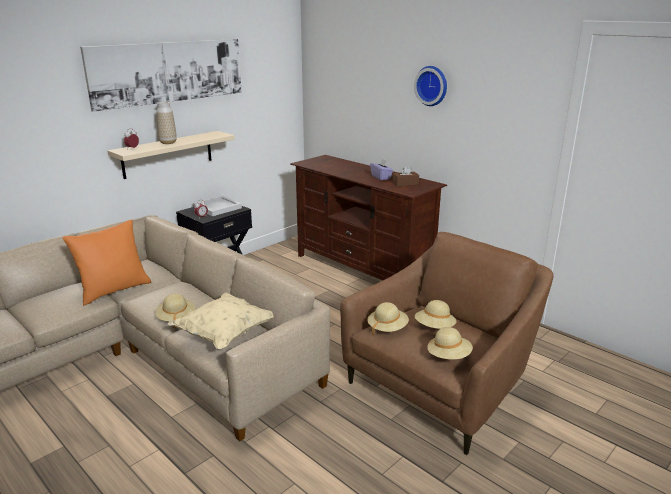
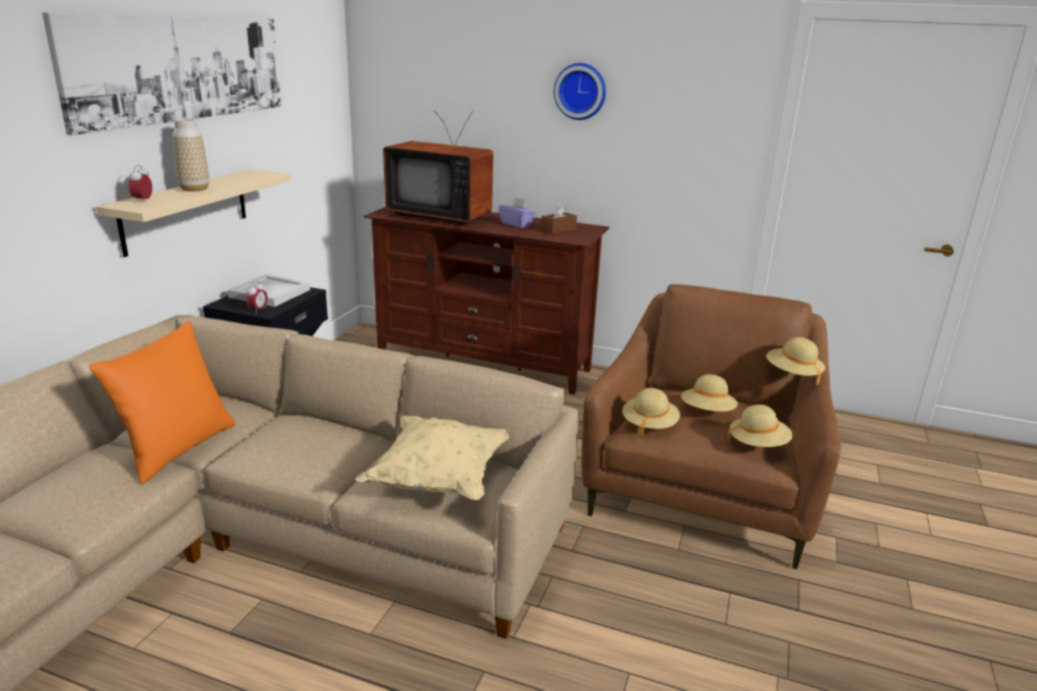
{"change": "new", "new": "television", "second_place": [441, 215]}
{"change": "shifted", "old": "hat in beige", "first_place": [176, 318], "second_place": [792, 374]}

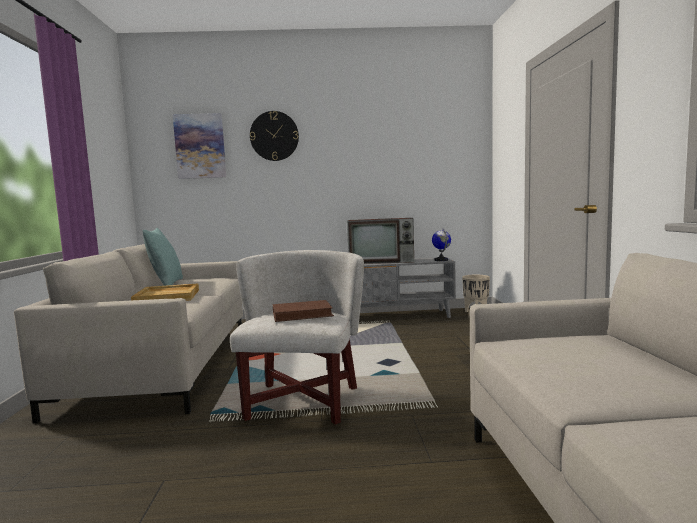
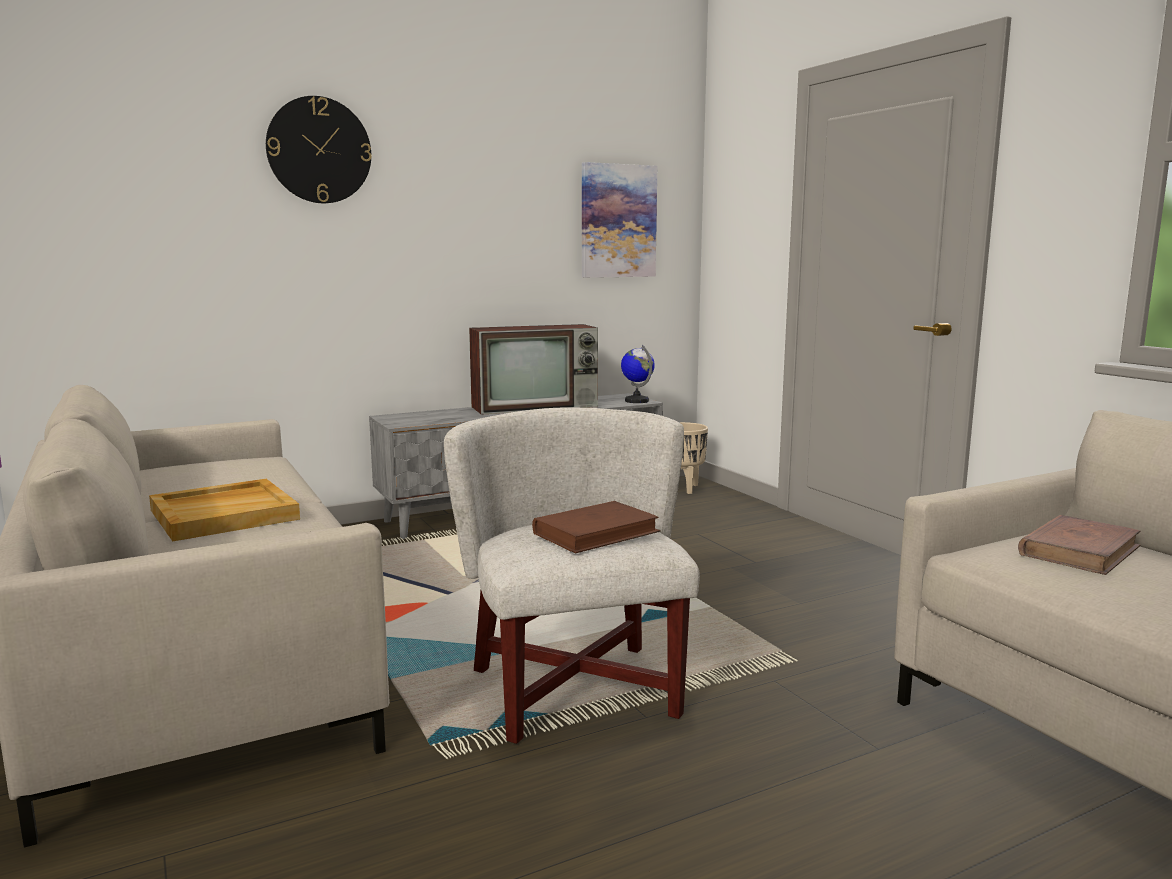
{"change": "gone", "old": "pillow in turquoise", "first_place": [166, 285]}
{"change": "new", "new": "book in brown", "second_place": [1079, 550]}
{"change": "shifted", "old": "picture", "first_place": [200, 146], "second_place": [618, 221]}

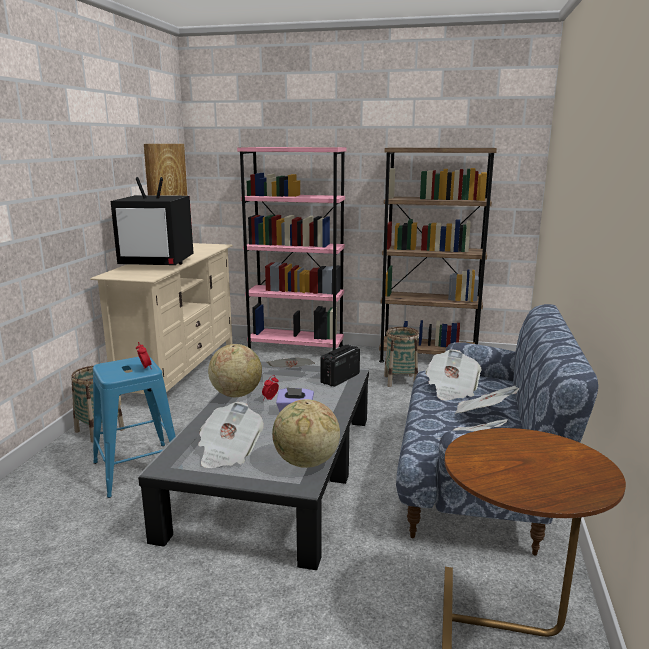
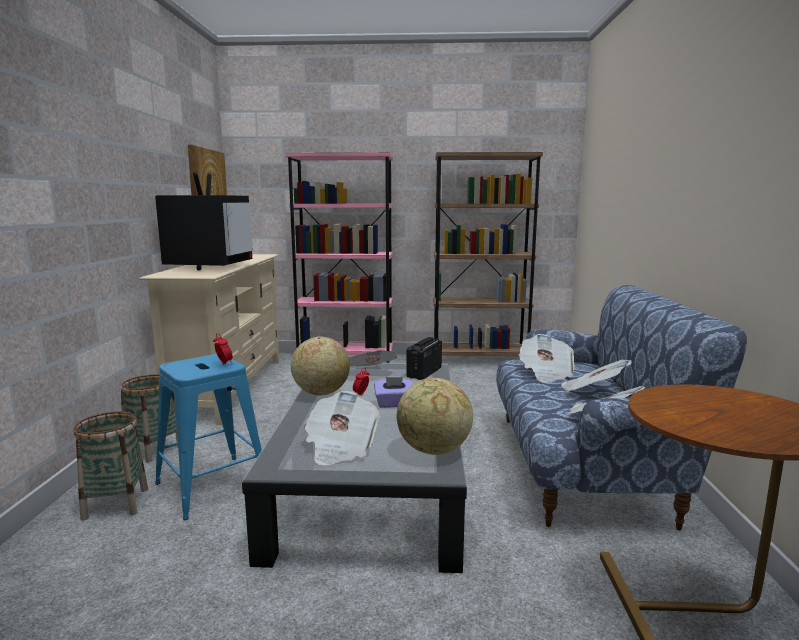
{"change": "shifted", "old": "basket", "first_place": [400, 381], "second_place": [116, 503]}
{"change": "rotated", "old": "television", "first_place": [158, 263], "second_place": [210, 266], "degrees": -75}

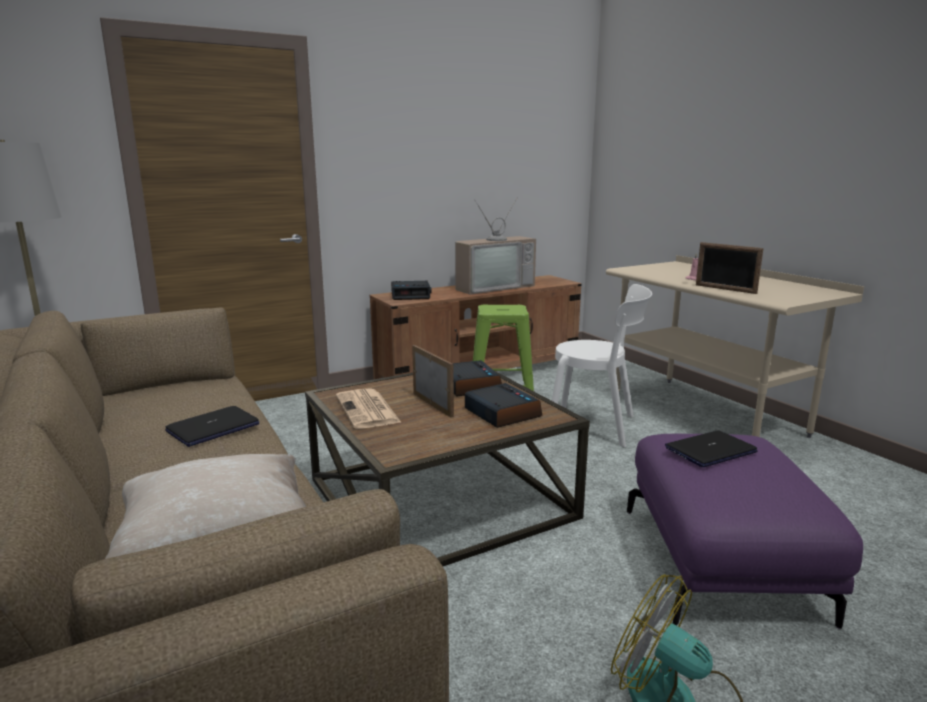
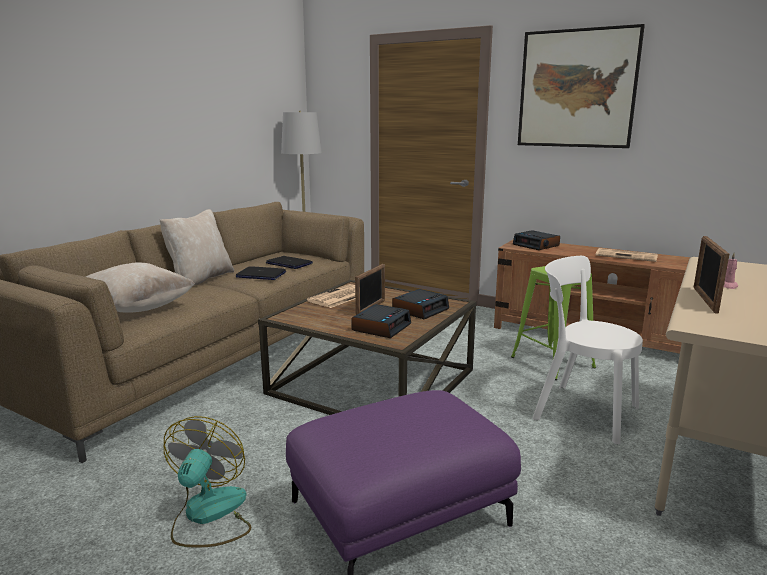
{"change": "new", "new": "pillow in beige", "second_place": [200, 279]}
{"change": "new", "new": "picture", "second_place": [577, 89]}
{"change": "shifted", "old": "laptop", "first_place": [710, 450], "second_place": [289, 263]}
{"change": "swapped", "old": "television", "new": "newspaper", "first_place": [492, 287], "second_place": [627, 256]}
{"change": "rotated", "old": "chair in white", "first_place": [596, 426], "second_place": [580, 411], "degrees": 135}

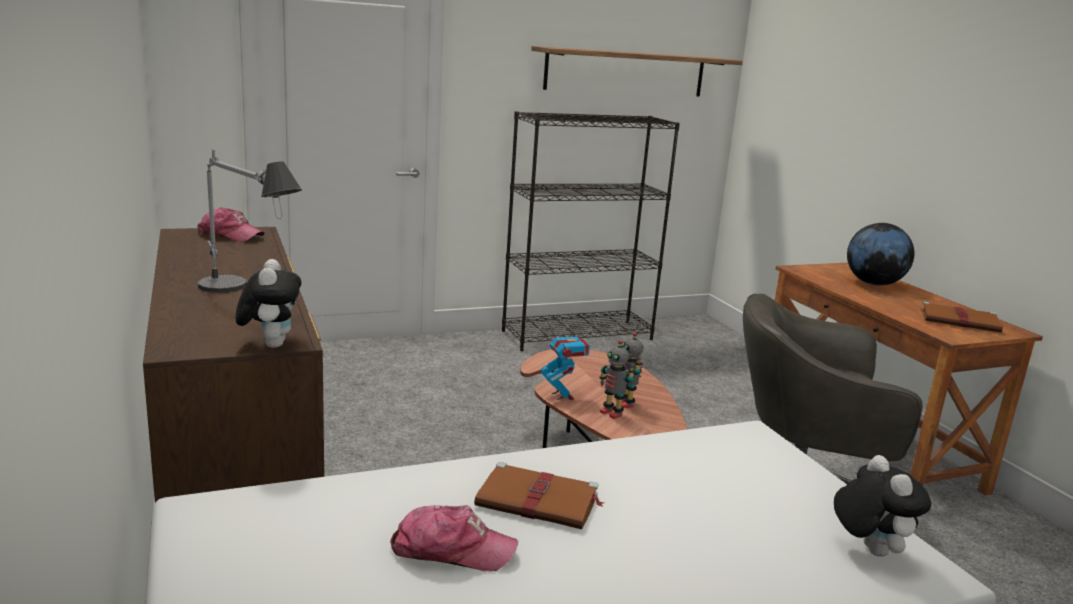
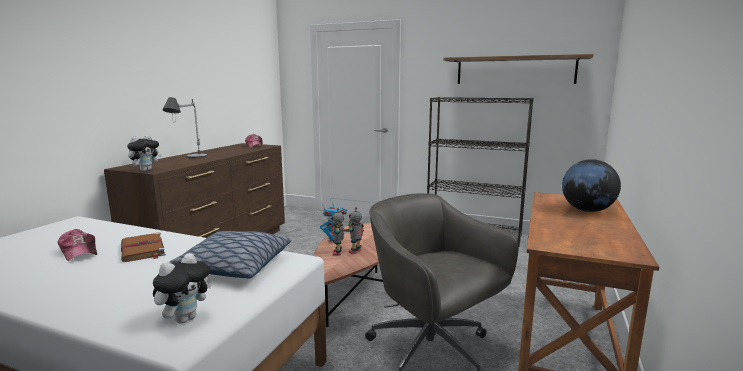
{"change": "gone", "old": "book in brown", "first_place": [961, 321]}
{"change": "new", "new": "pillow", "second_place": [232, 267]}

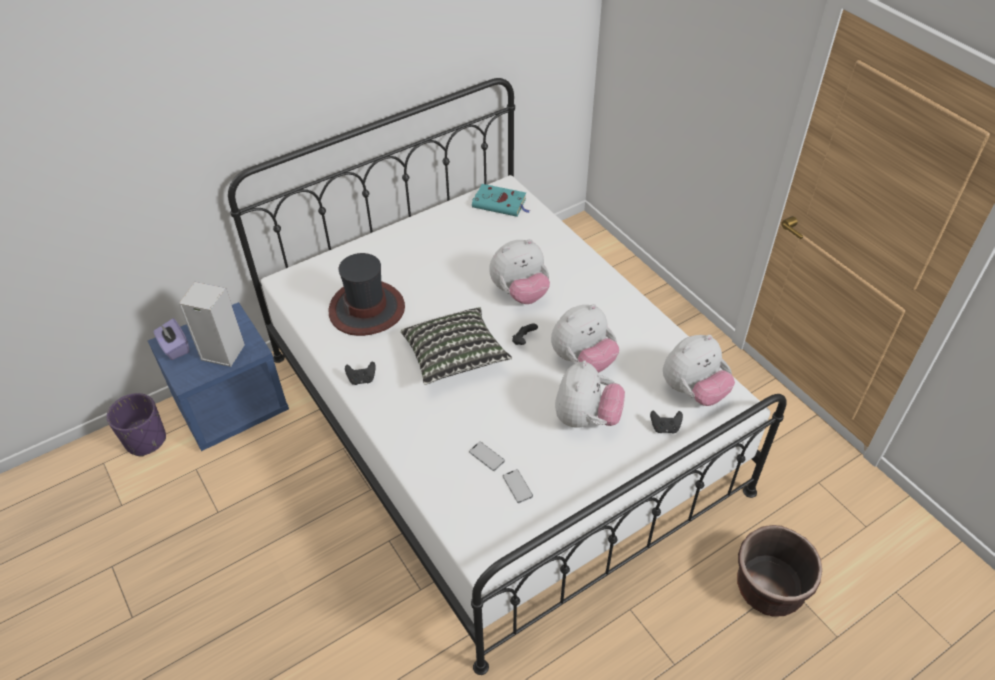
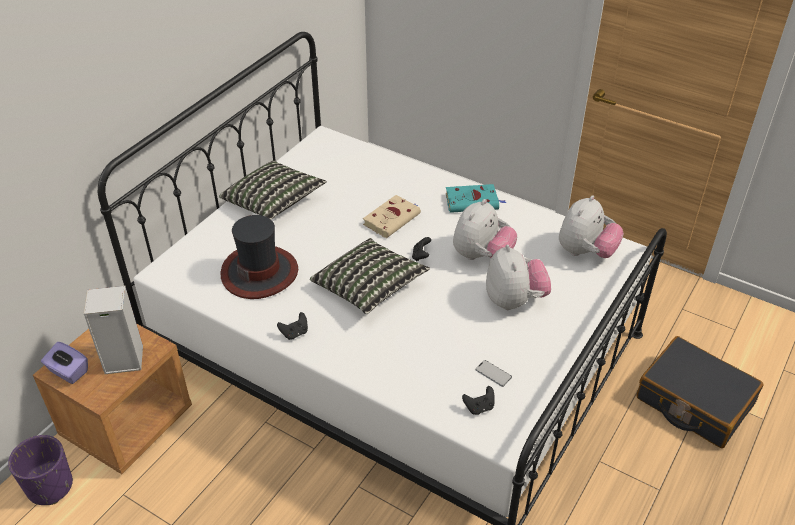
{"change": "gone", "old": "phone", "first_place": [486, 456]}
{"change": "new", "new": "pillow", "second_place": [274, 203]}
{"change": "shifted", "old": "book in turquoise", "first_place": [501, 203], "second_place": [473, 201]}
{"change": "shifted", "old": "game controller in black", "first_place": [665, 428], "second_place": [479, 407]}
{"change": "swapped", "old": "plush toy", "new": "book in beige", "first_place": [520, 293], "second_place": [392, 218]}
{"change": "swapped", "old": "planter in brown", "new": "suitcase in black", "first_place": [769, 587], "second_place": [694, 402]}
{"change": "repainted", "old": "nightstand in blue", "new": "nightstand in brown", "first_place": [232, 406], "second_place": [127, 423]}

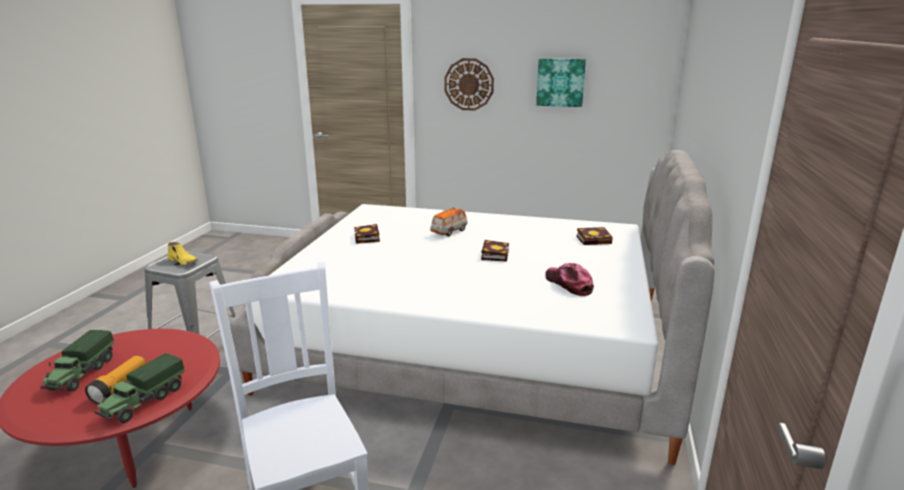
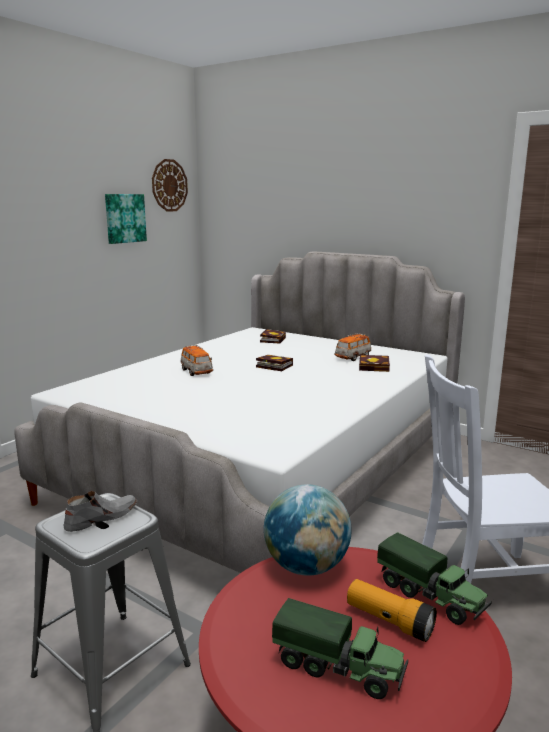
{"change": "new", "new": "globe", "second_place": [306, 567]}
{"change": "shifted", "old": "book", "first_place": [367, 238], "second_place": [375, 367]}
{"change": "shifted", "old": "wall clock", "first_place": [469, 84], "second_place": [169, 185]}
{"change": "swapped", "old": "cap", "new": "toy car", "first_place": [568, 284], "second_place": [352, 357]}
{"change": "repainted", "old": "shoe in yellow", "new": "shoe in grey", "first_place": [184, 261], "second_place": [101, 518]}

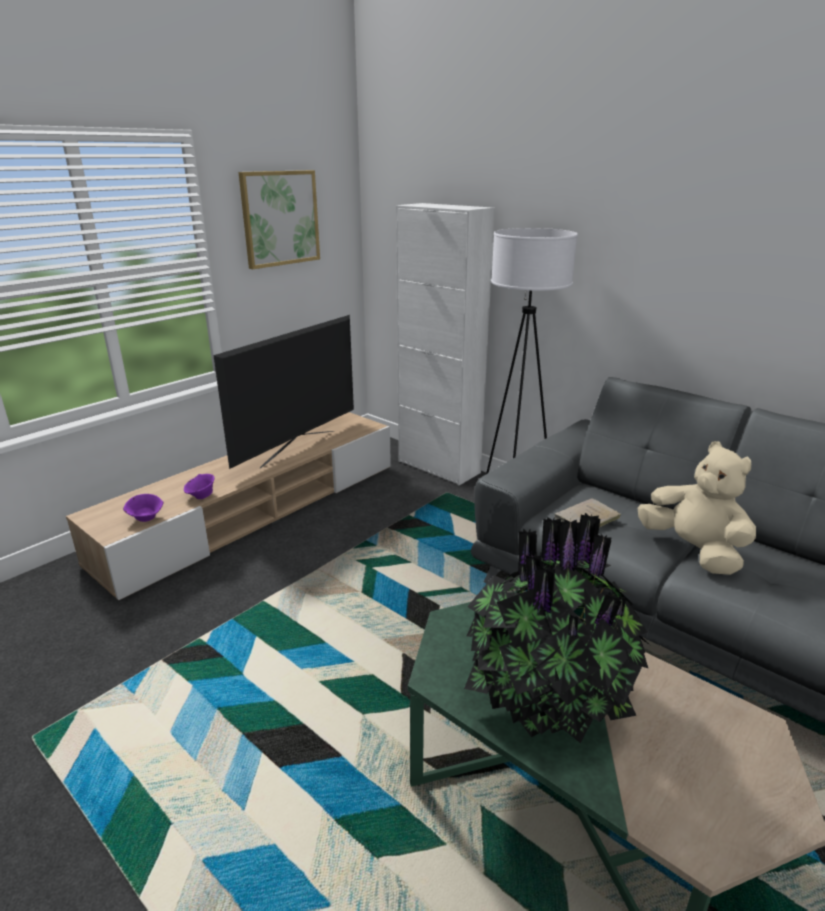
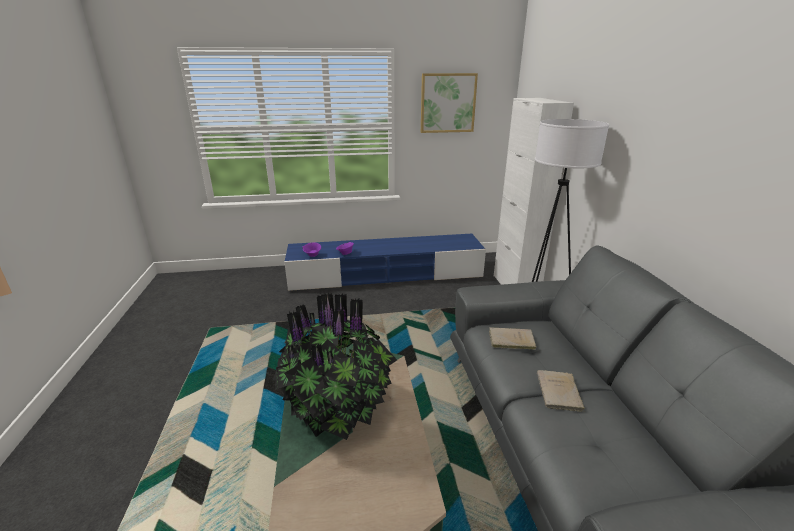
{"change": "gone", "old": "television", "first_place": [298, 448]}
{"change": "swapped", "old": "plush toy in beige", "new": "book in beige", "first_place": [693, 551], "second_place": [559, 393]}
{"change": "repainted", "old": "tv stand in beige", "new": "tv stand in blue", "first_place": [257, 512], "second_place": [386, 275]}

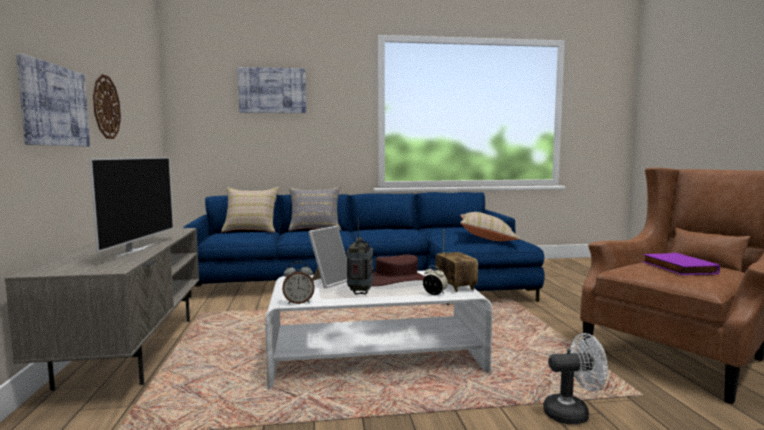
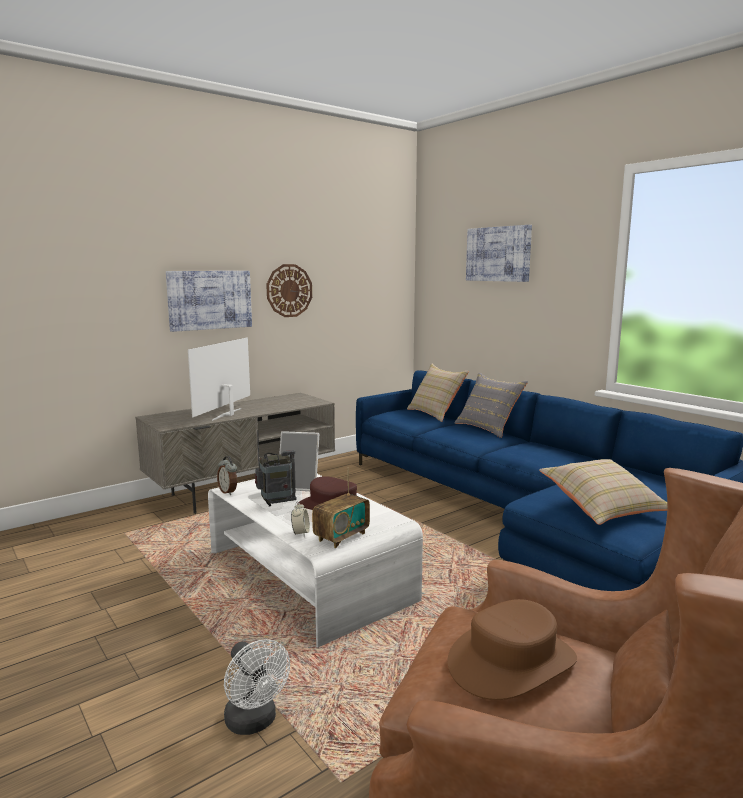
{"change": "swapped", "old": "book in purple", "new": "hat in brown", "first_place": [677, 268], "second_place": [511, 661]}
{"change": "rotated", "old": "television", "first_place": [135, 250], "second_place": [228, 414], "degrees": 135}

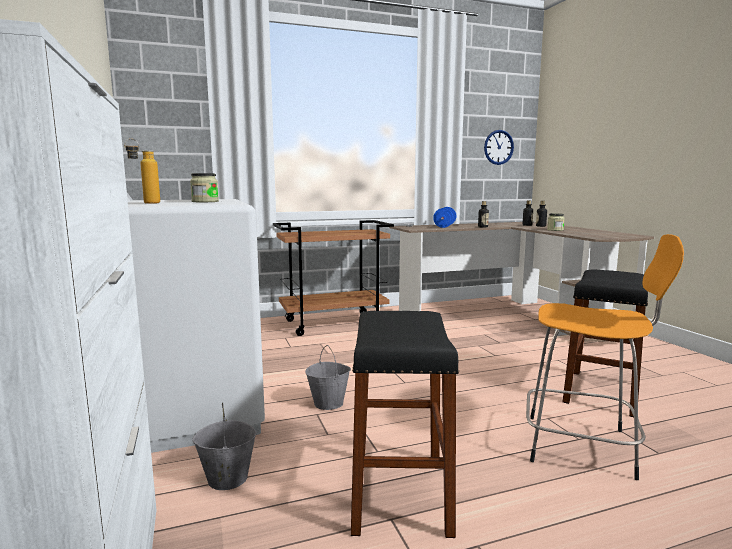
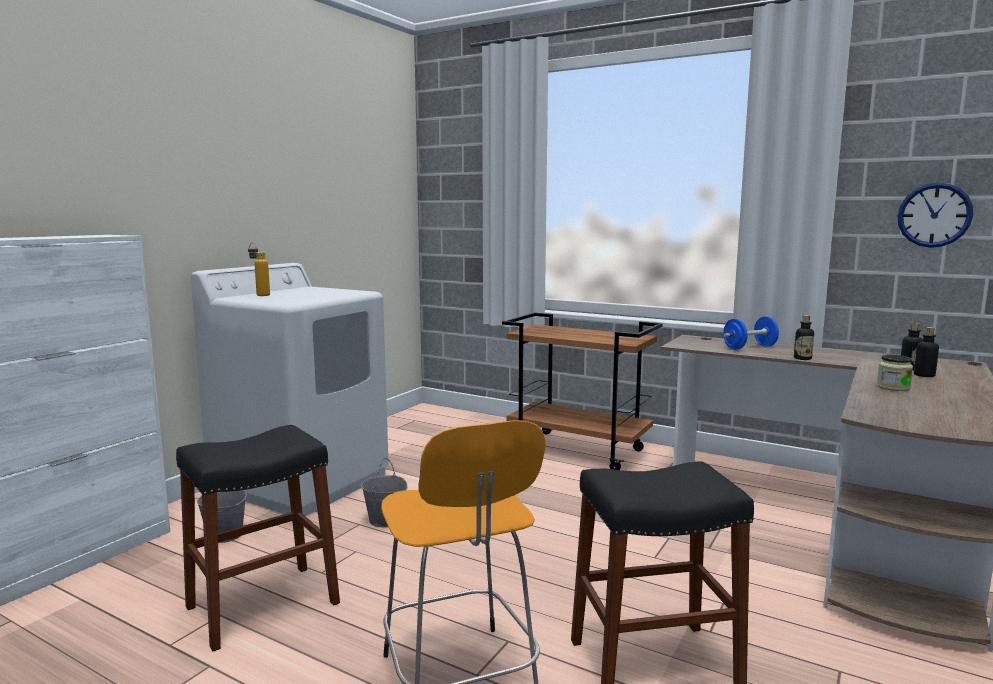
{"change": "gone", "old": "jar", "first_place": [205, 201]}

